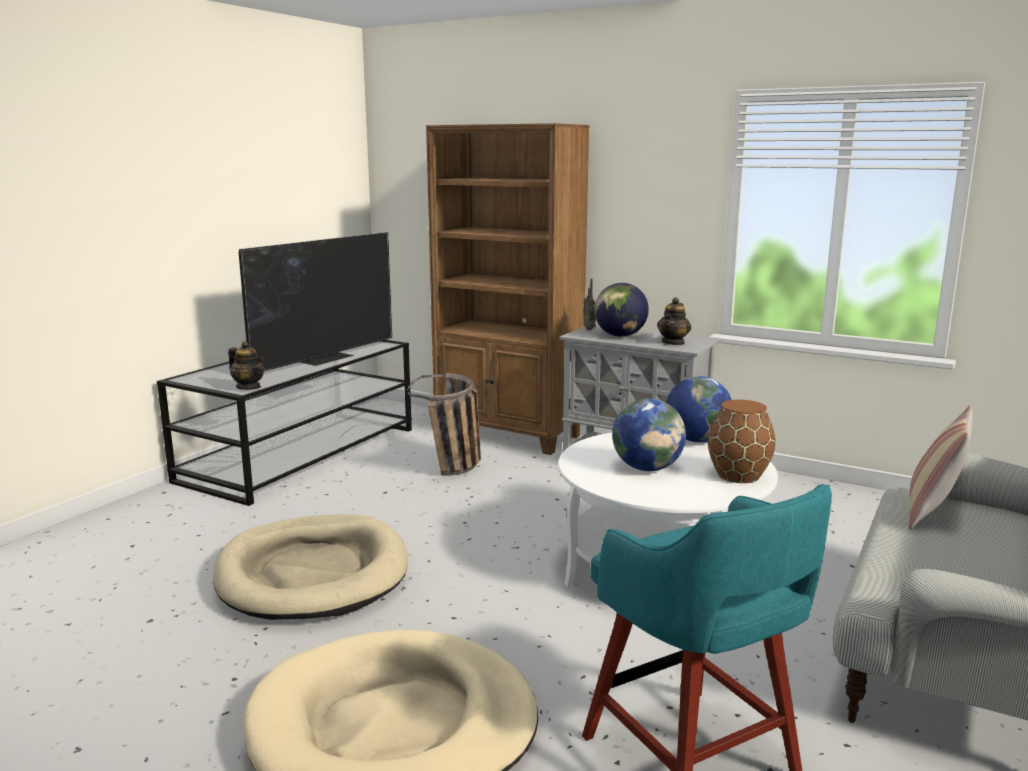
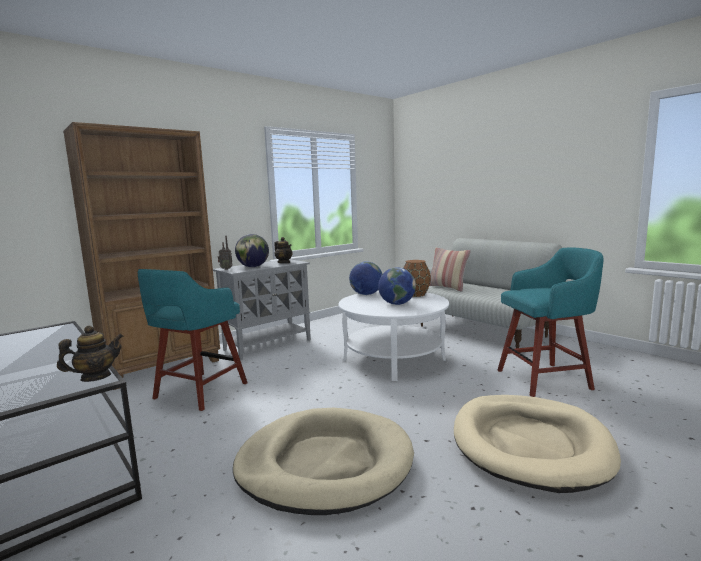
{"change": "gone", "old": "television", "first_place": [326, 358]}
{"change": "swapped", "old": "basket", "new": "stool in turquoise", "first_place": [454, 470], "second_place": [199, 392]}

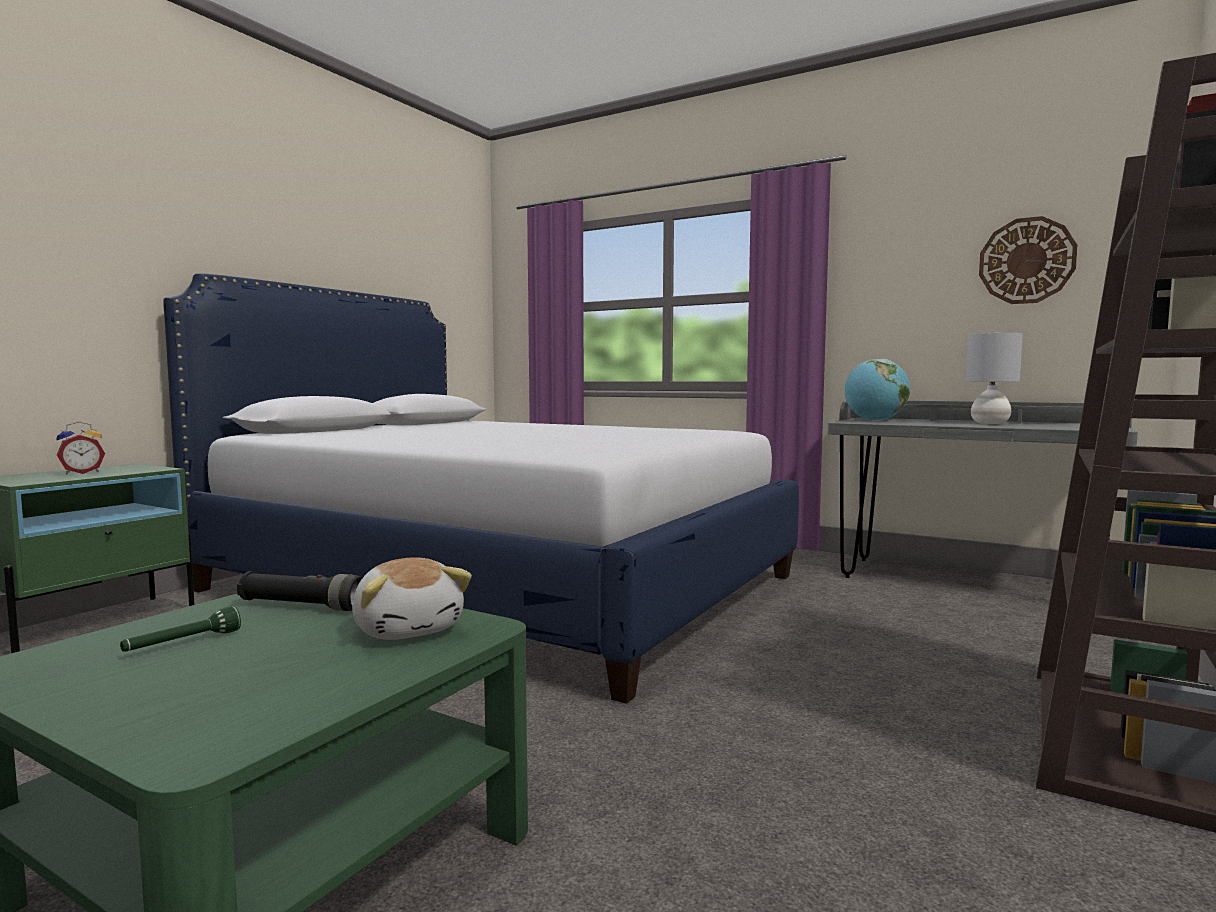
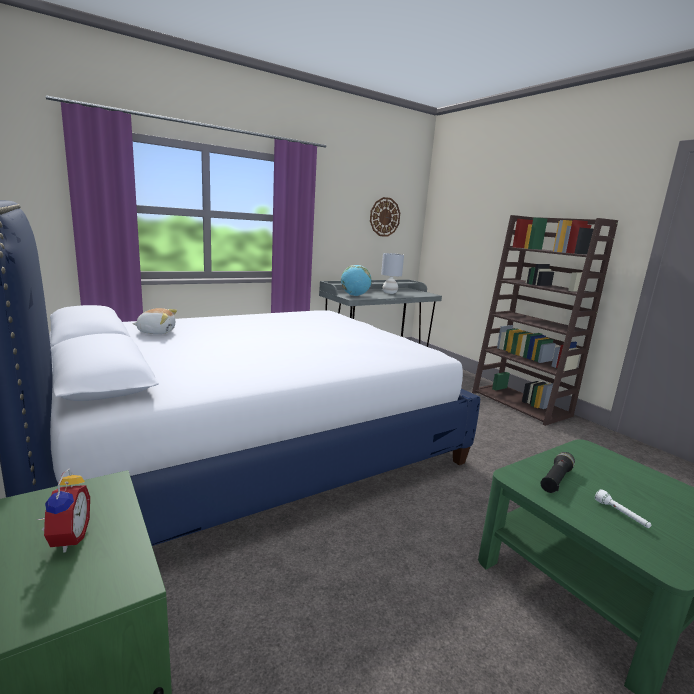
{"change": "shifted", "old": "plush toy", "first_place": [409, 629], "second_place": [156, 332]}
{"change": "repainted", "old": "flashlight in green", "new": "flashlight in white", "first_place": [182, 644], "second_place": [621, 515]}

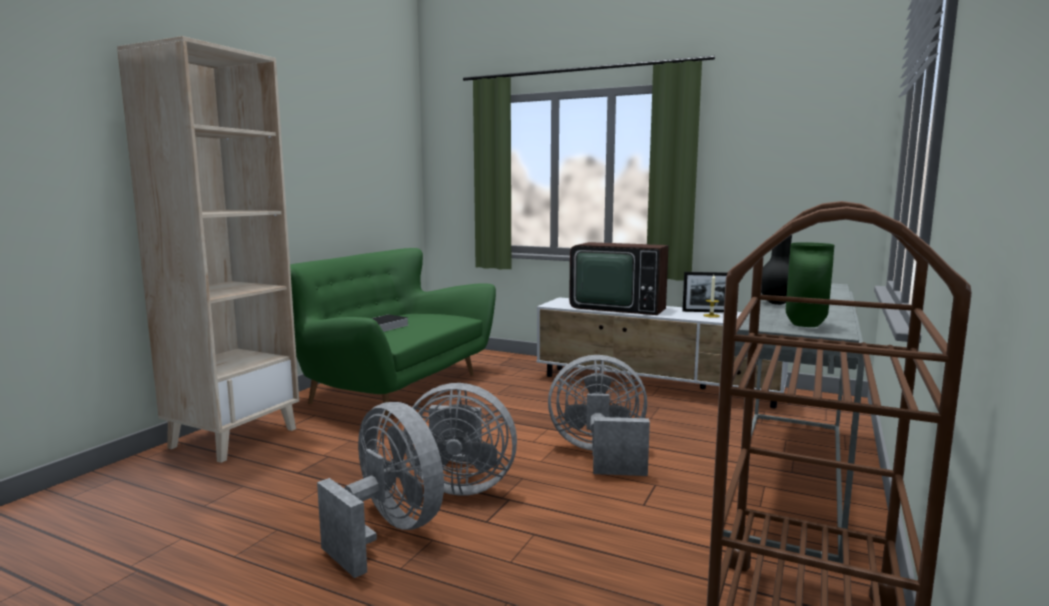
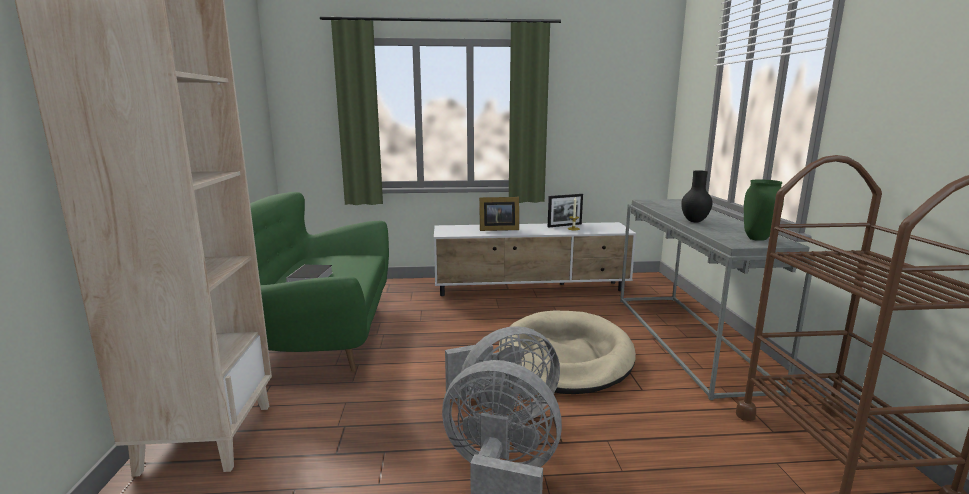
{"change": "swapped", "old": "fan in grey", "new": "dog bed in beige", "first_place": [600, 454], "second_place": [565, 357]}
{"change": "swapped", "old": "television", "new": "picture frame", "first_place": [618, 307], "second_place": [497, 229]}

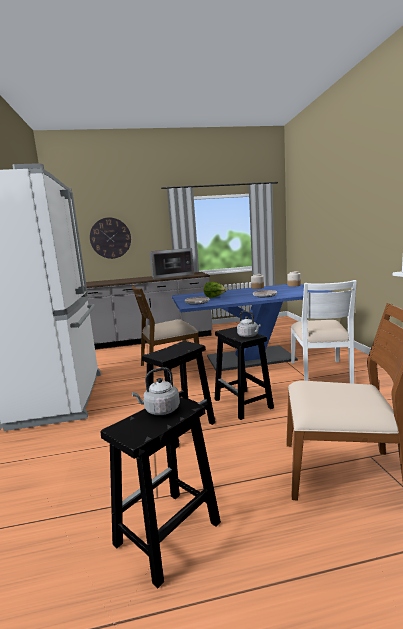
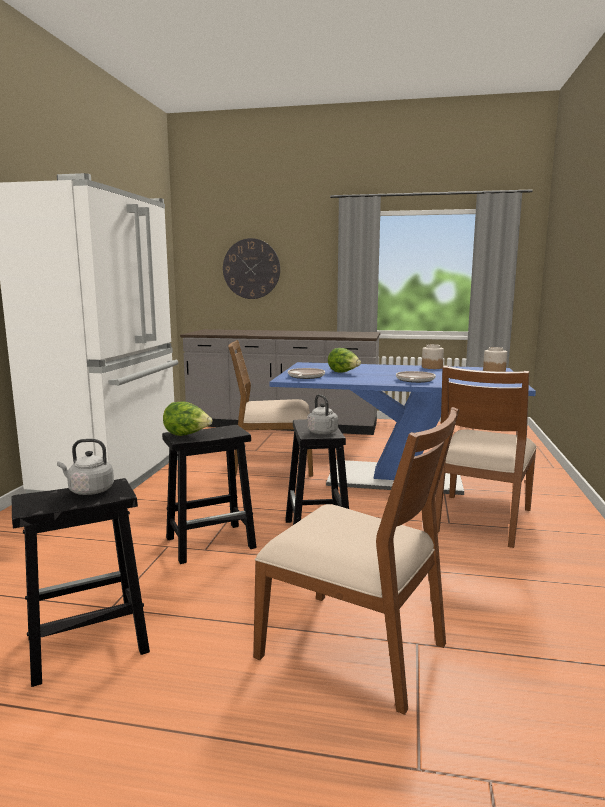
{"change": "gone", "old": "microwave", "first_place": [170, 276]}
{"change": "new", "new": "lettuce", "second_place": [187, 435]}
{"change": "repainted", "old": "chair in white", "new": "chair in brown", "first_place": [321, 372], "second_place": [481, 520]}

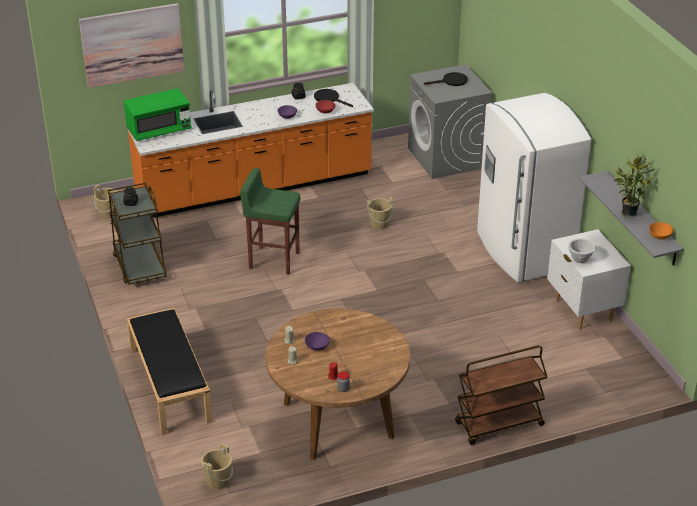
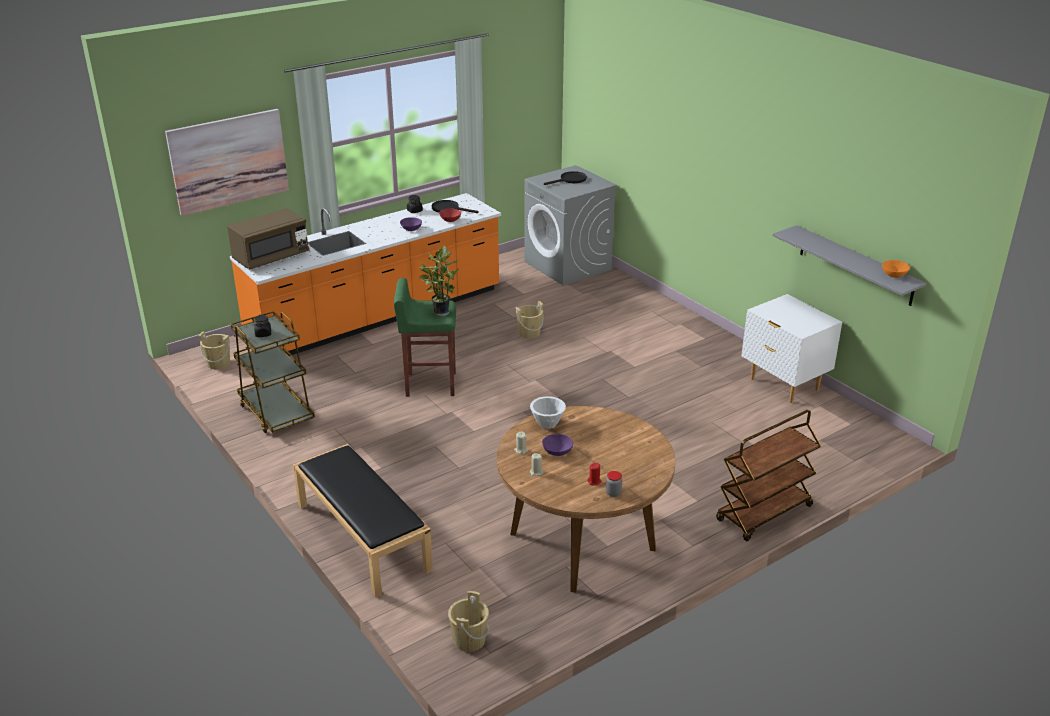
{"change": "gone", "old": "fridge in white", "first_place": [523, 251]}
{"change": "shifted", "old": "bowl in white", "first_place": [580, 259], "second_place": [547, 423]}
{"change": "shifted", "old": "potted plant", "first_place": [627, 213], "second_place": [440, 312]}
{"change": "repainted", "old": "microwave in green", "new": "microwave in brown", "first_place": [159, 130], "second_place": [271, 257]}

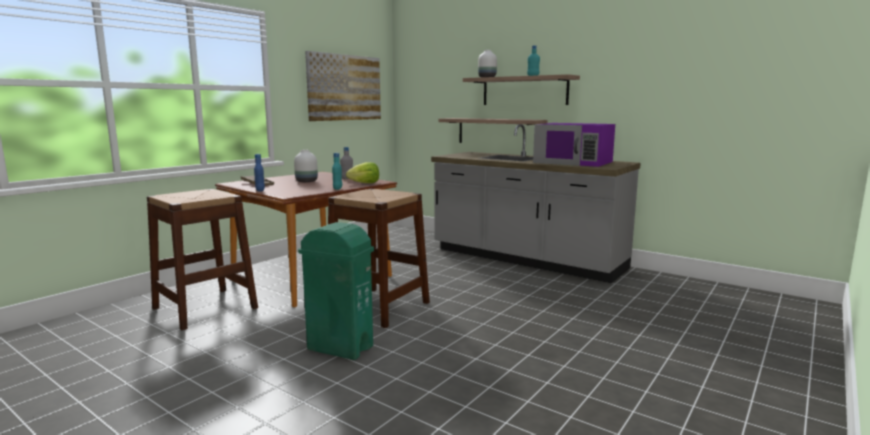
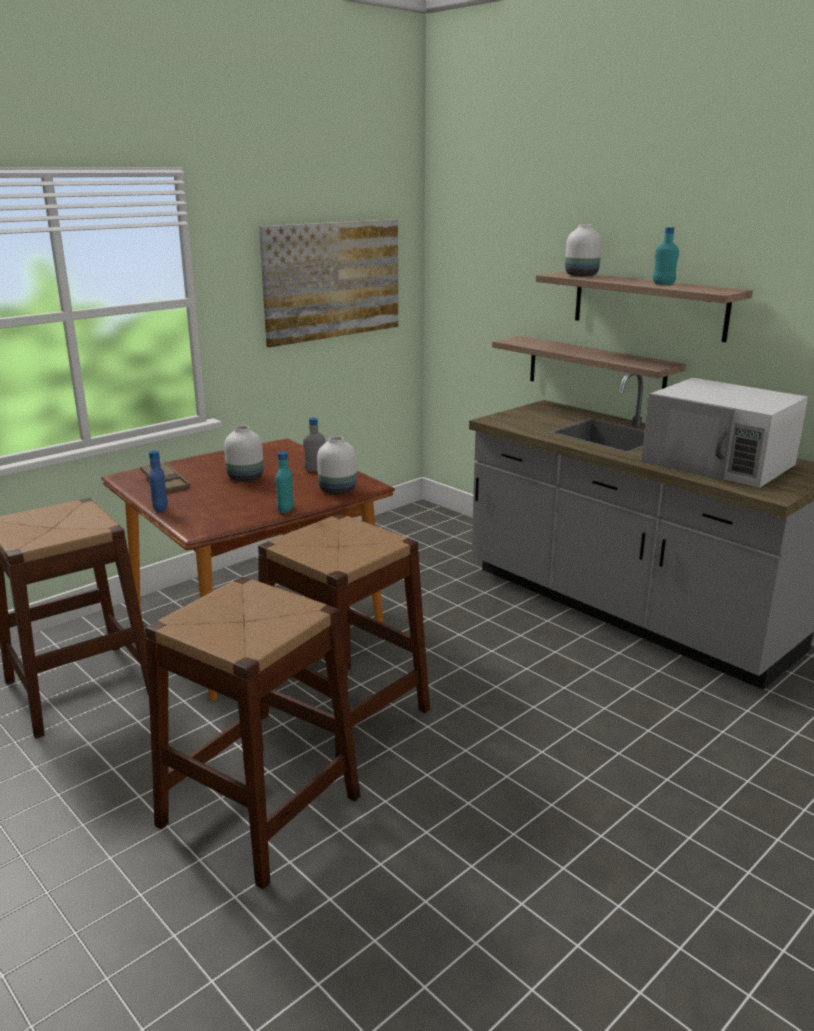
{"change": "swapped", "old": "trash can in green", "new": "stool in brown", "first_place": [340, 348], "second_place": [259, 810]}
{"change": "swapped", "old": "lettuce", "new": "vase in white", "first_place": [365, 183], "second_place": [338, 491]}
{"change": "repainted", "old": "microwave in purple", "new": "microwave in white", "first_place": [573, 162], "second_place": [719, 463]}

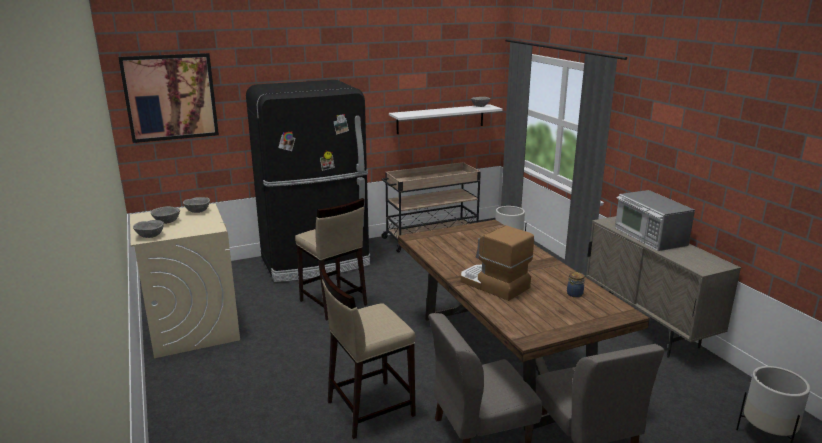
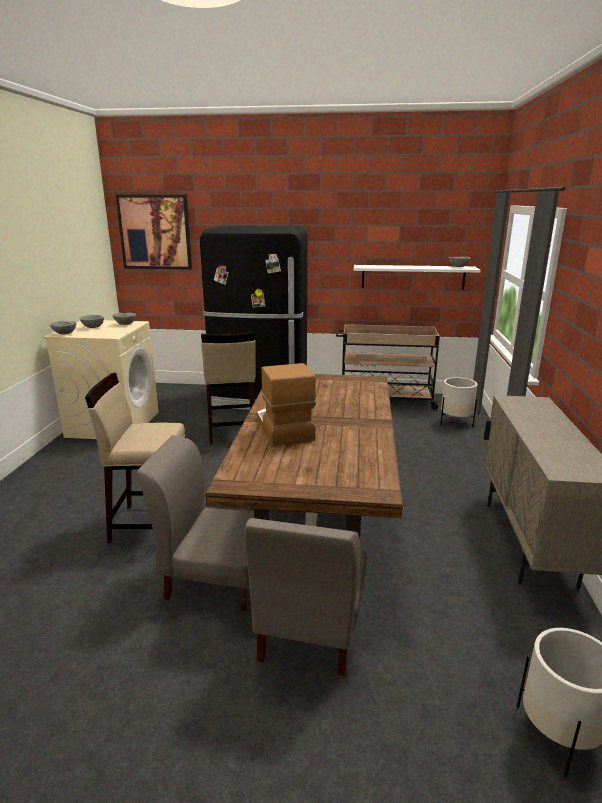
{"change": "gone", "old": "jar", "first_place": [575, 294]}
{"change": "gone", "old": "microwave", "first_place": [649, 236]}

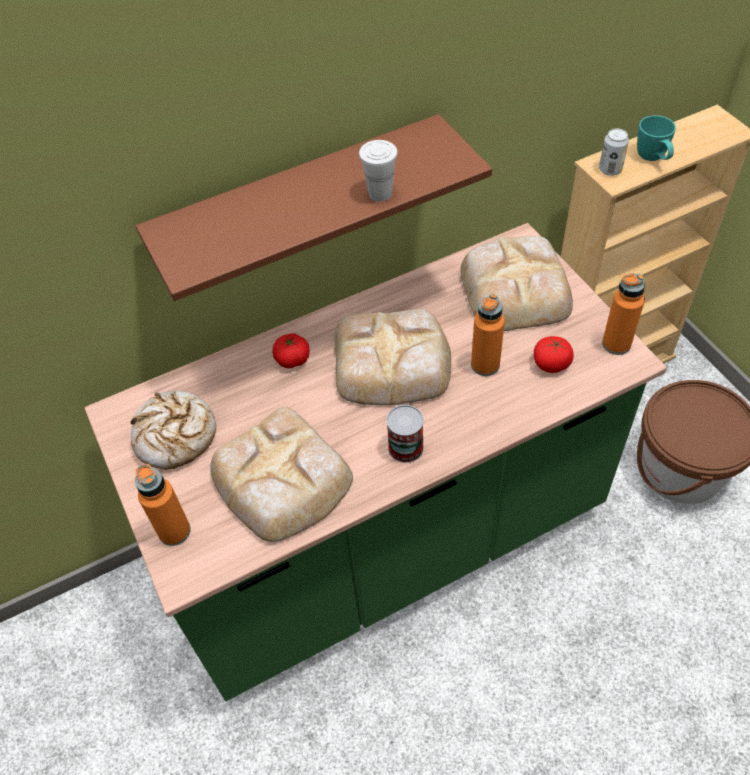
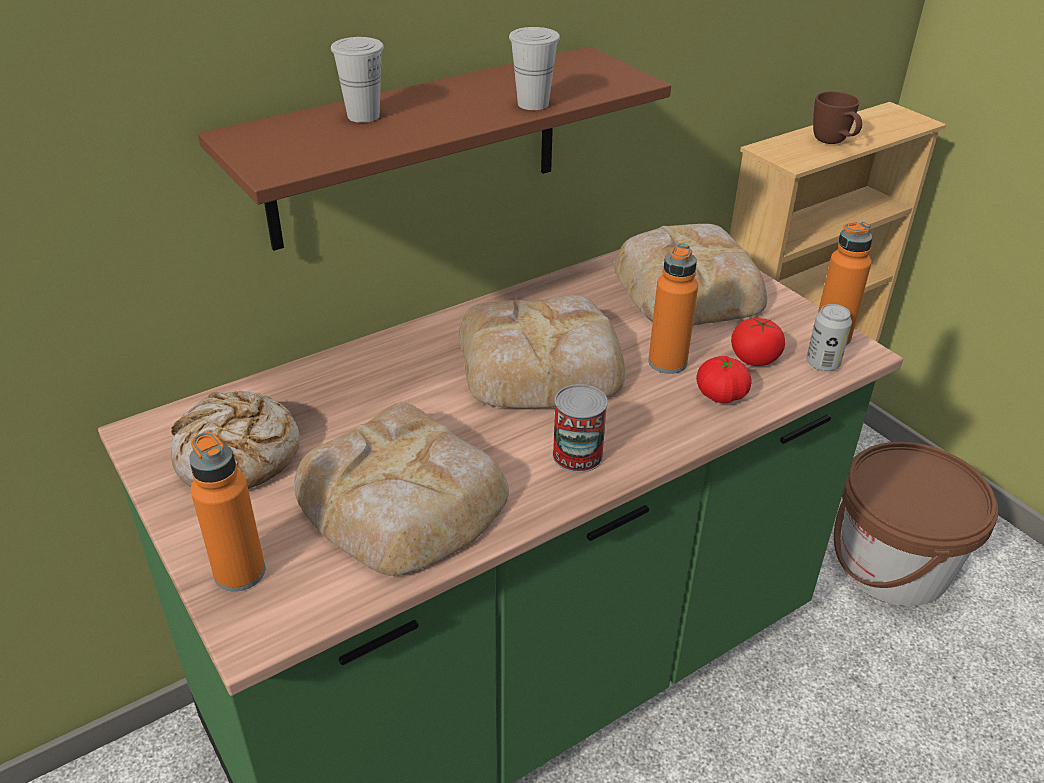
{"change": "new", "new": "cup in white", "second_place": [363, 116]}
{"change": "shifted", "old": "tomato", "first_place": [292, 359], "second_place": [721, 395]}
{"change": "shifted", "old": "can", "first_place": [610, 170], "second_place": [822, 364]}
{"change": "repainted", "old": "mug in turquoise", "new": "mug in brown", "first_place": [653, 159], "second_place": [834, 143]}

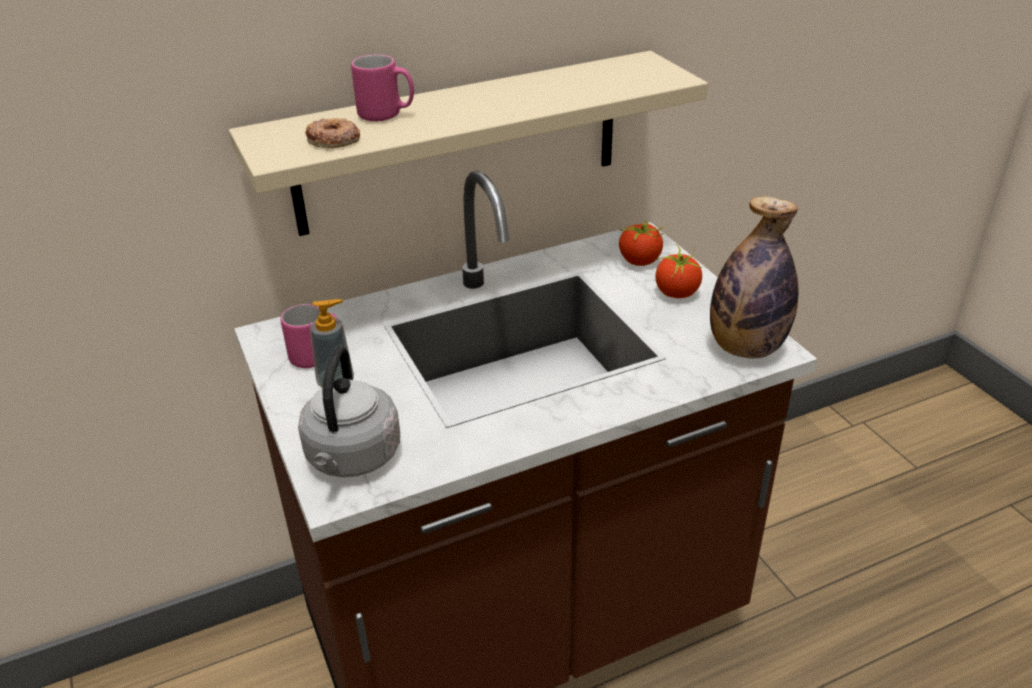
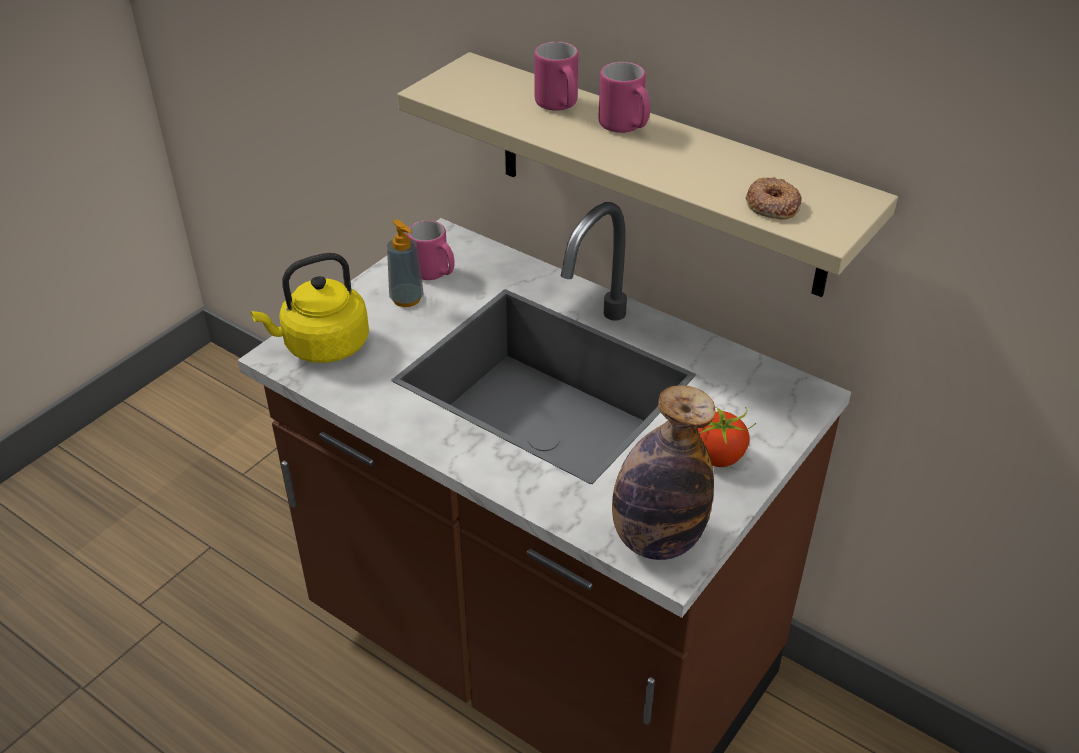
{"change": "gone", "old": "tomato", "first_place": [640, 261]}
{"change": "new", "new": "mug in pink", "second_place": [625, 127]}
{"change": "shifted", "old": "donut", "first_place": [333, 140], "second_place": [772, 205]}
{"change": "repainted", "old": "kettle in grey", "new": "kettle in yellow", "first_place": [352, 458], "second_place": [322, 346]}

